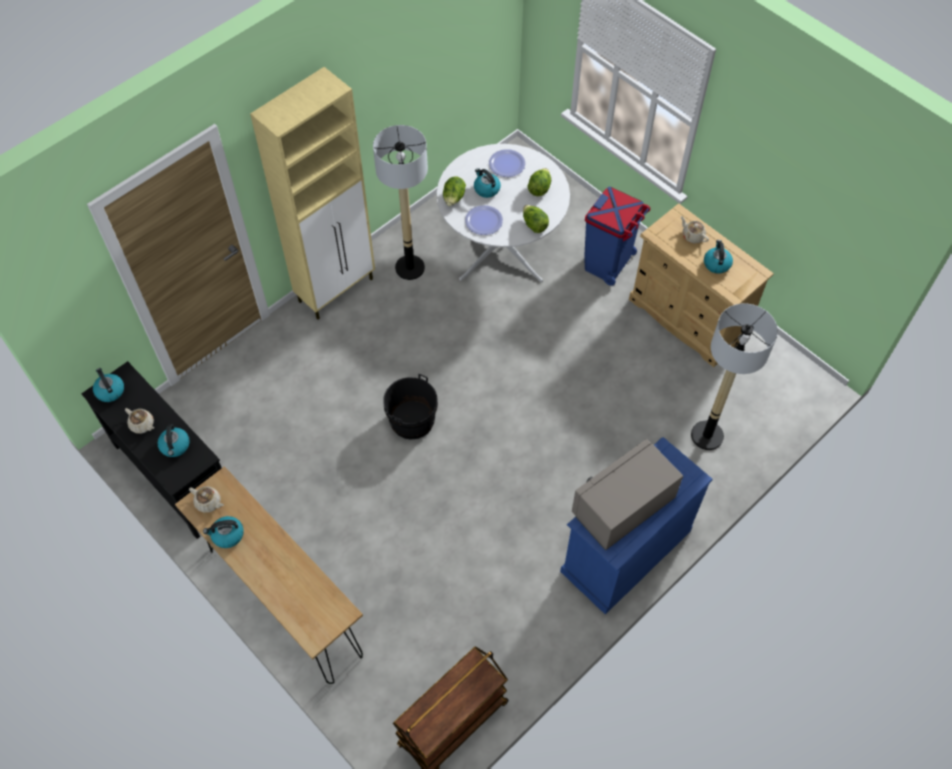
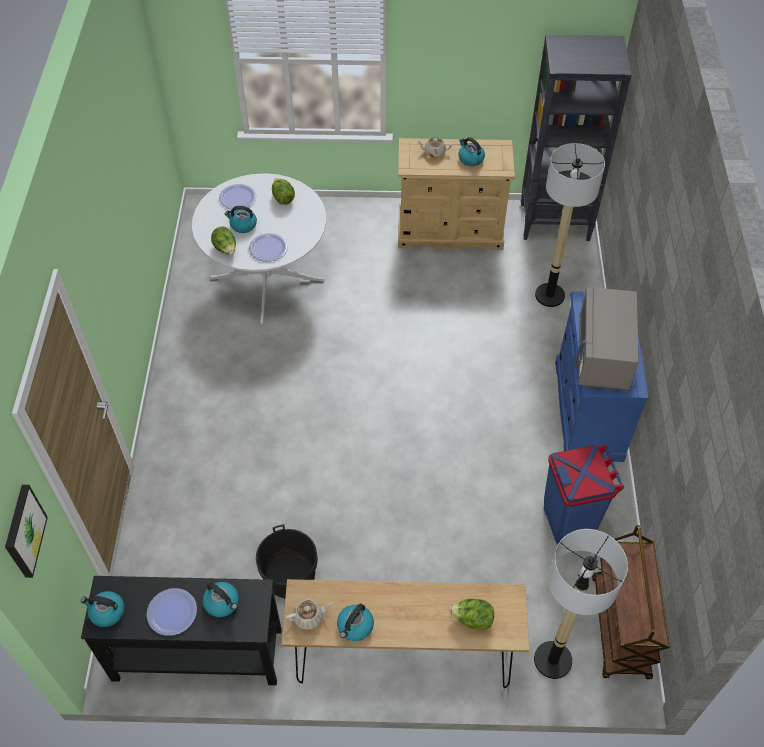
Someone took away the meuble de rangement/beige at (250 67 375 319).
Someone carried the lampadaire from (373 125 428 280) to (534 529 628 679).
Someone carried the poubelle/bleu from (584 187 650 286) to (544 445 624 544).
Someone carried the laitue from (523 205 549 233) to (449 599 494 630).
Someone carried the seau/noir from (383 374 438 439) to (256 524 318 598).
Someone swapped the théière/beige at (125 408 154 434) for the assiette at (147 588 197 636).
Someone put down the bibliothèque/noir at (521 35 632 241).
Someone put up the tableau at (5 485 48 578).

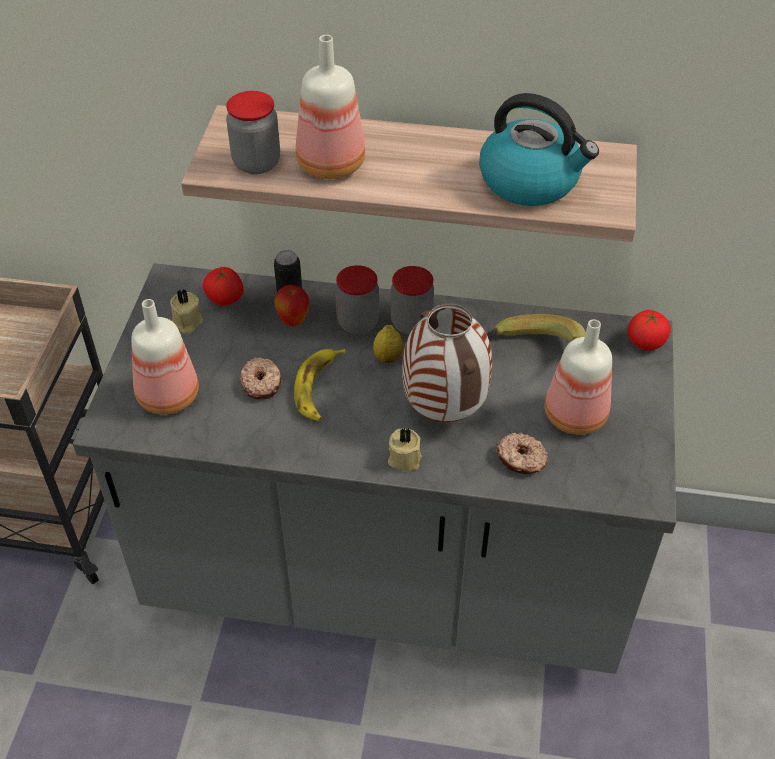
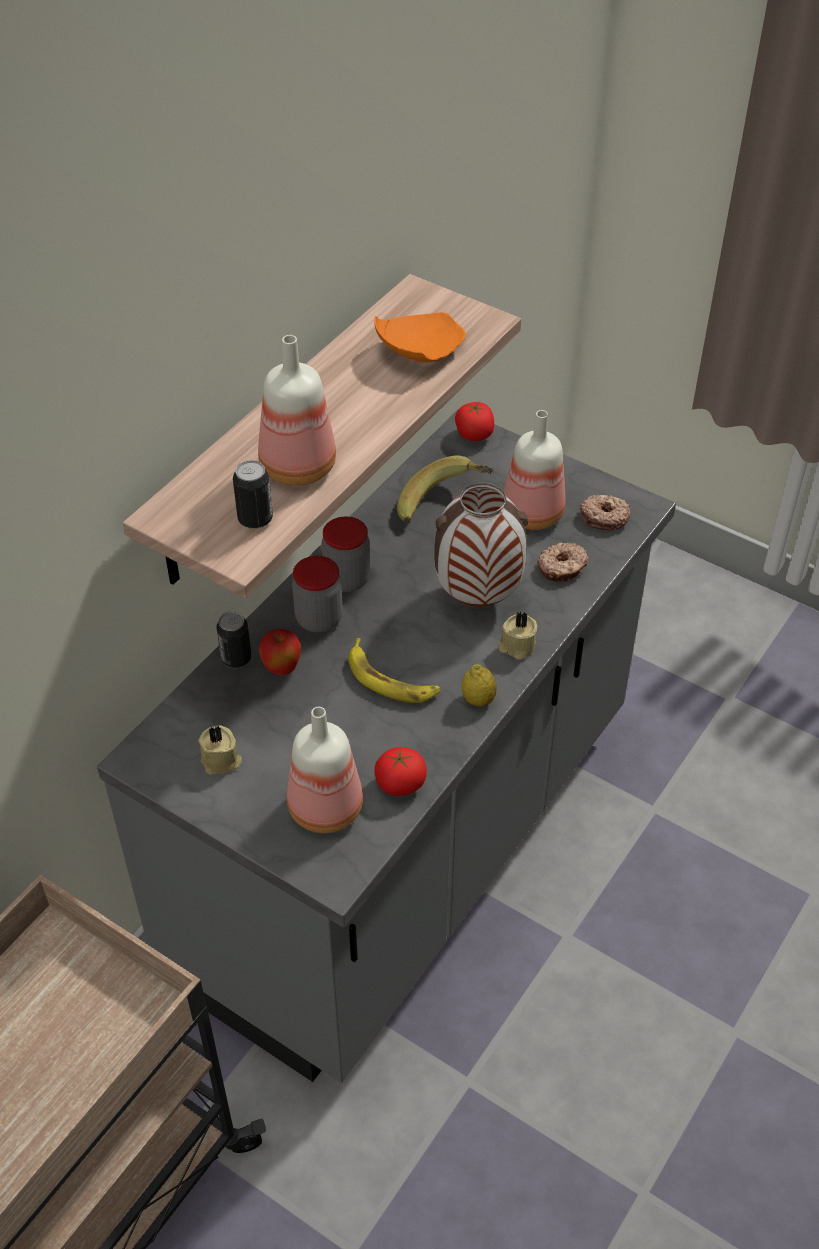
Someone swapped the bocal at (226 91 280 174) for the boîte métallique at (233 460 273 529).
Someone swapped the bouilloire at (479 93 599 206) for the assiette/orange at (374 312 466 363).
Someone carried the tomate from (203 267 244 306) to (374 747 427 796).
Someone carried the citron from (373 325 403 363) to (462 664 497 706).
Someone carried the beignet from (239 357 281 400) to (580 495 631 530).

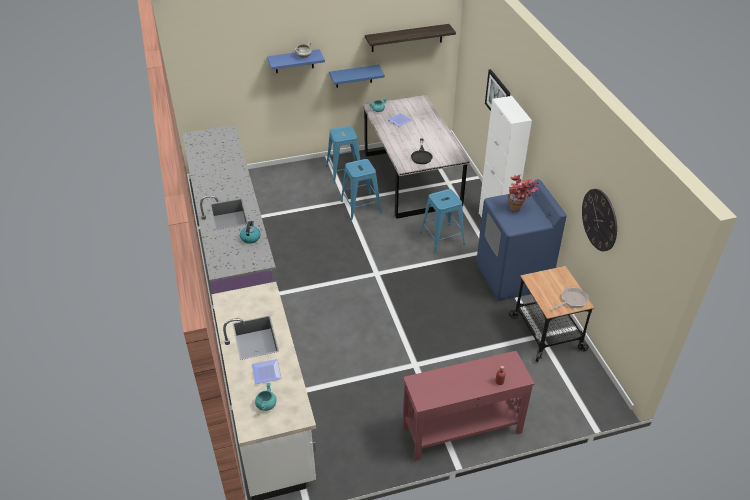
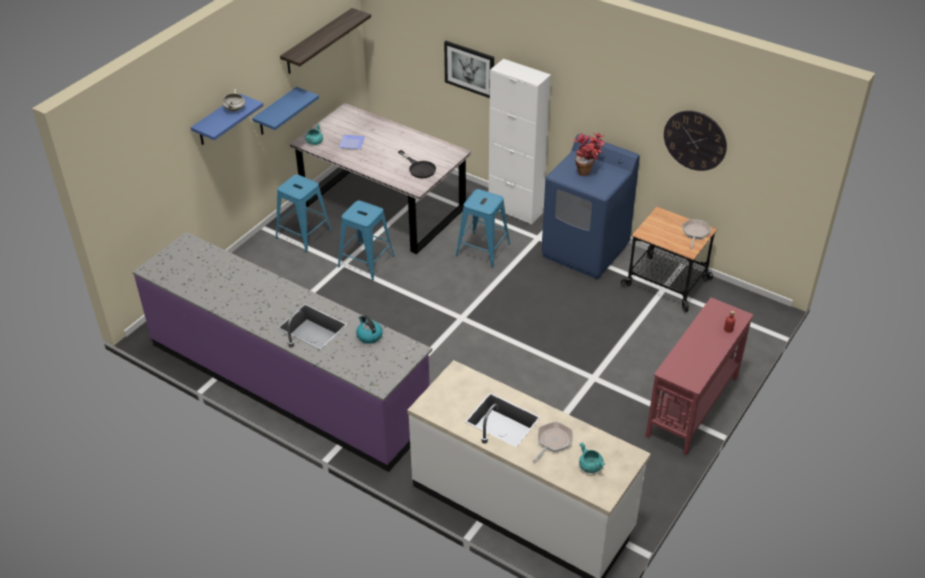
Someone swapped the assiette at (252 359 282 384) for the poêle at (533 422 573 463).

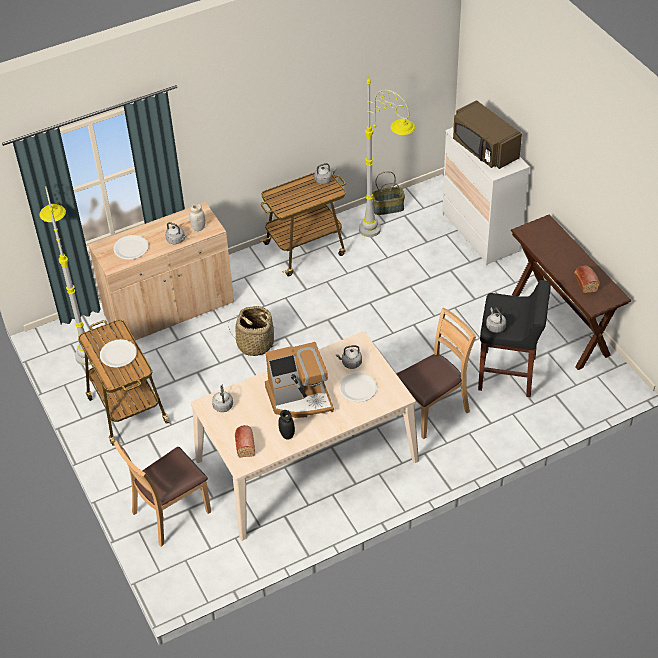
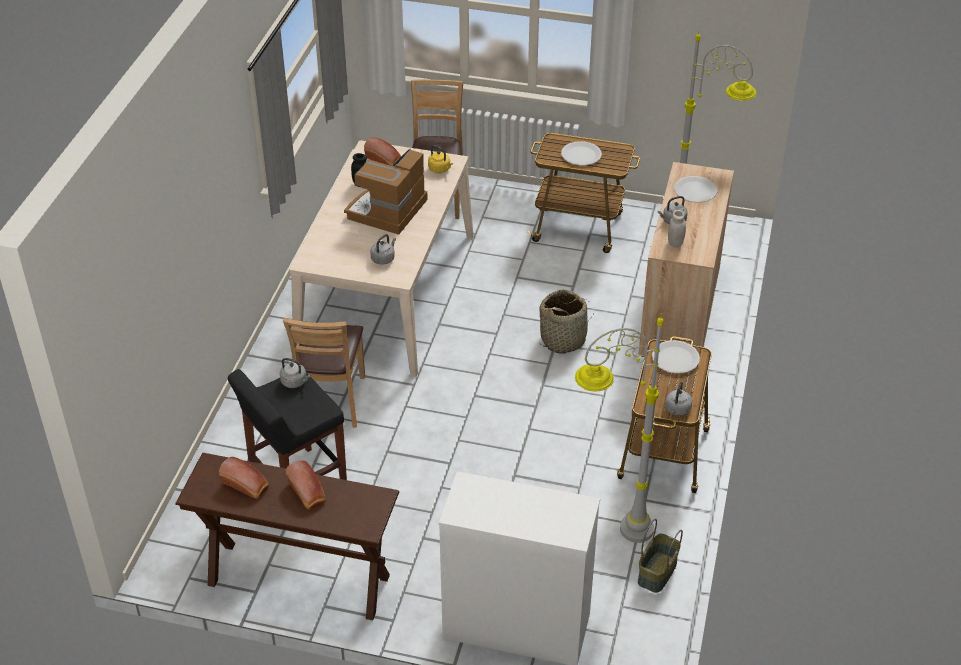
Someone took away the micro-ondes/marron at (453 100 522 169).
Someone carried the assiette/blanc from (339 372 377 402) to (652 340 700 374).
Someone repainted the bouilloire/gris at (212 385 233 412), which became the bouilloire/jaune at (428 146 453 173).
Someone put down the pain at (286 461 326 509).

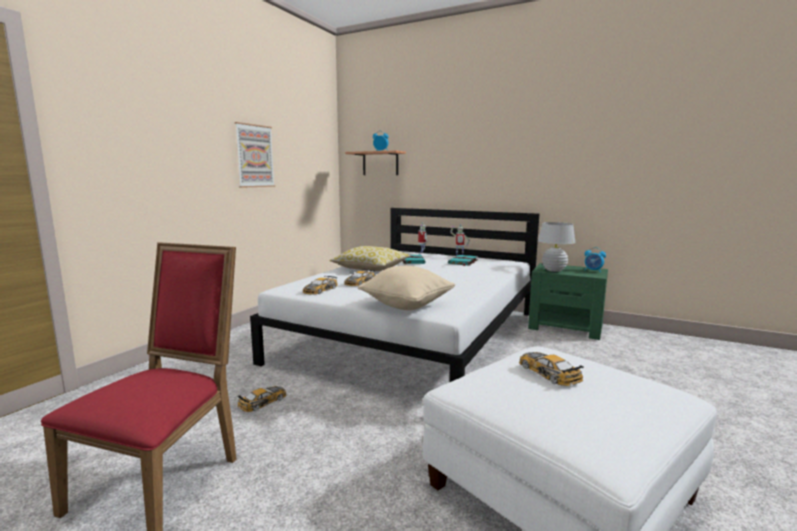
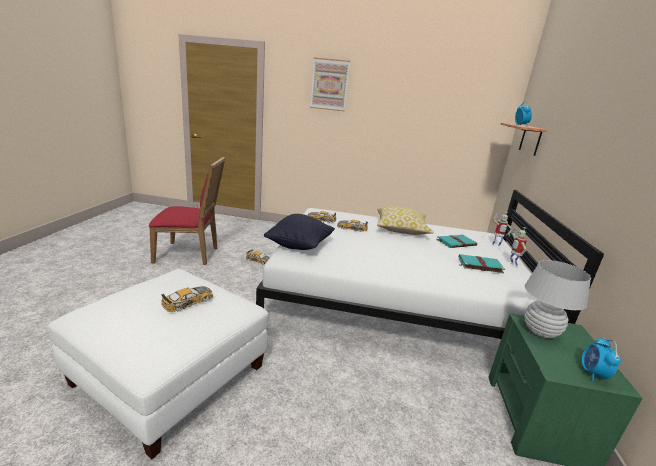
Someone carried the tableau from (235 122 275 188) to (310 58 350 111).
Someone repainted the coussin/beige at (358 266 455 310), which became the coussin/noir at (264 214 335 250).

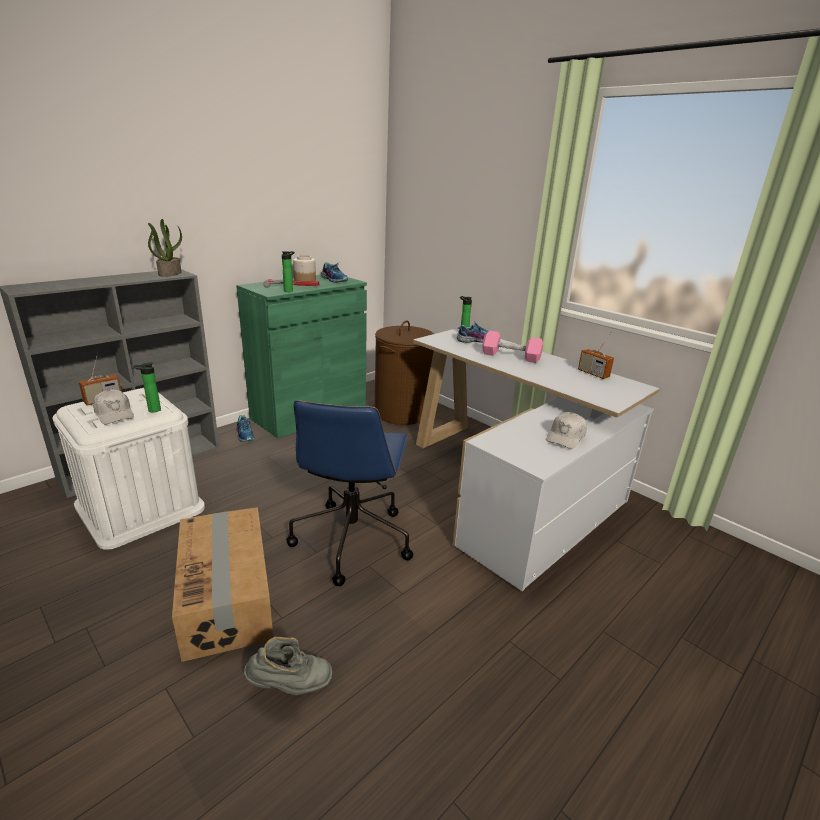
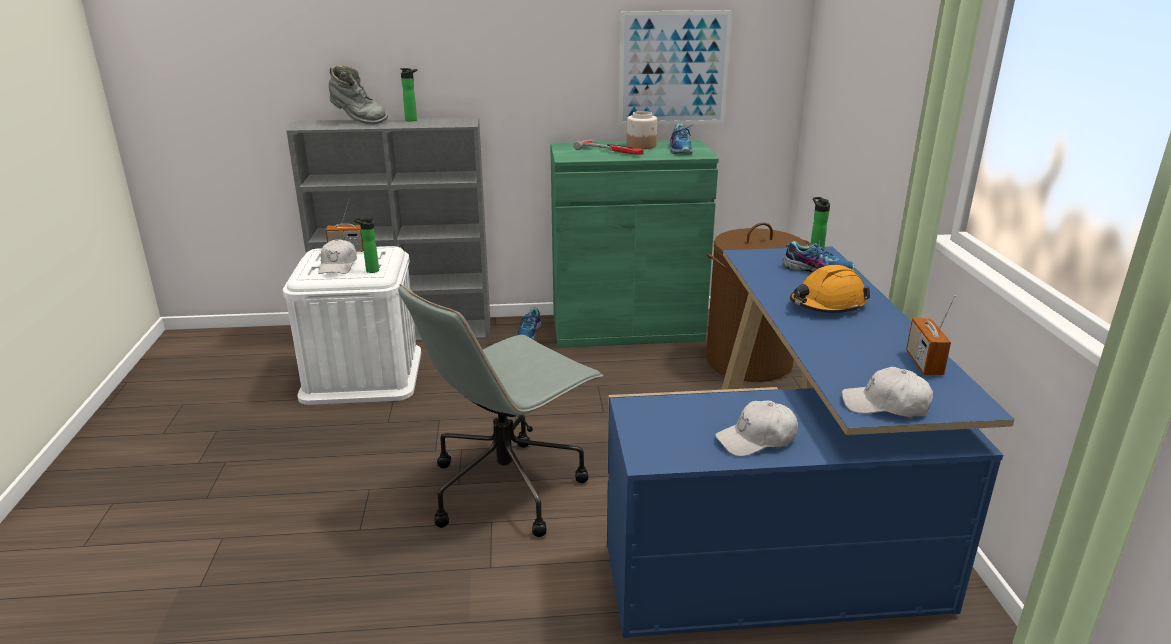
Someone took away the plante en pot at (148 219 182 277).
Someone carried the bouteille from (282 251 295 292) to (400 68 418 122).
Someone repainted the bureau/blanc at (413 328 660 591), which became the bureau/bleu at (606 247 1015 638).
Someone swapped the haltère/rose at (482 331 543 363) for the casque de chantier/orange at (790 265 870 313).
Someone repainted the chaise de bureau/bleu at (286 400 413 586), which became the chaise de bureau/gris at (398 284 603 537).
Someone took away the carton at (172 507 273 662).
Someone carried the botte/gris from (244 637 332 695) to (329 65 388 125).
Someone put up the tableau at (619 10 732 125).
Someone put down the casquette/blanc at (842 367 933 417).

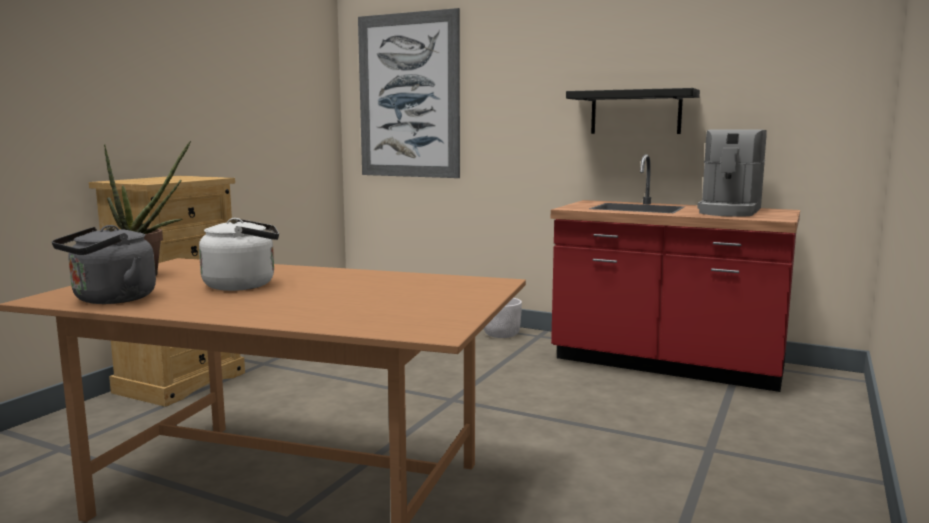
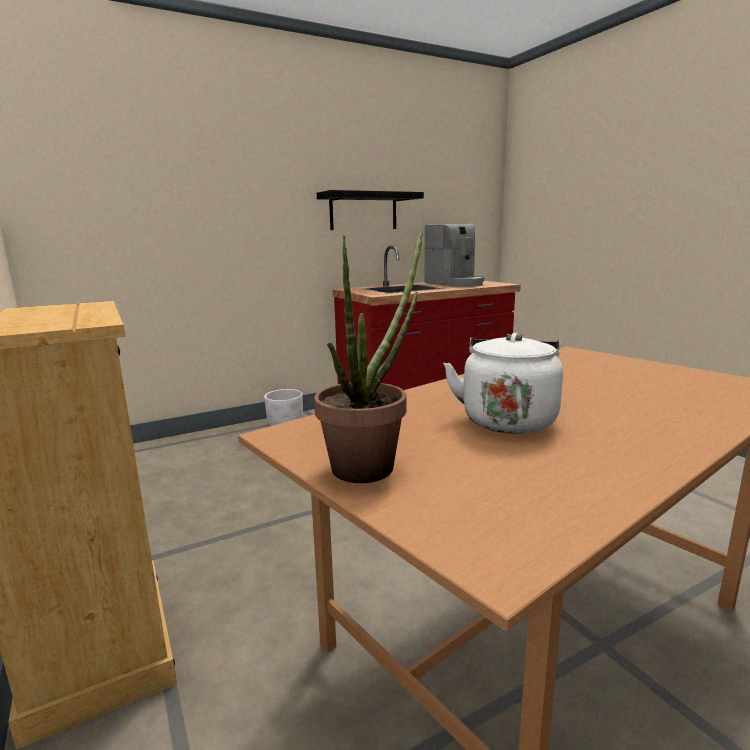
Someone took away the tableau at (358 8 460 178).
Someone took away the bouilloire/gris at (52 225 156 304).

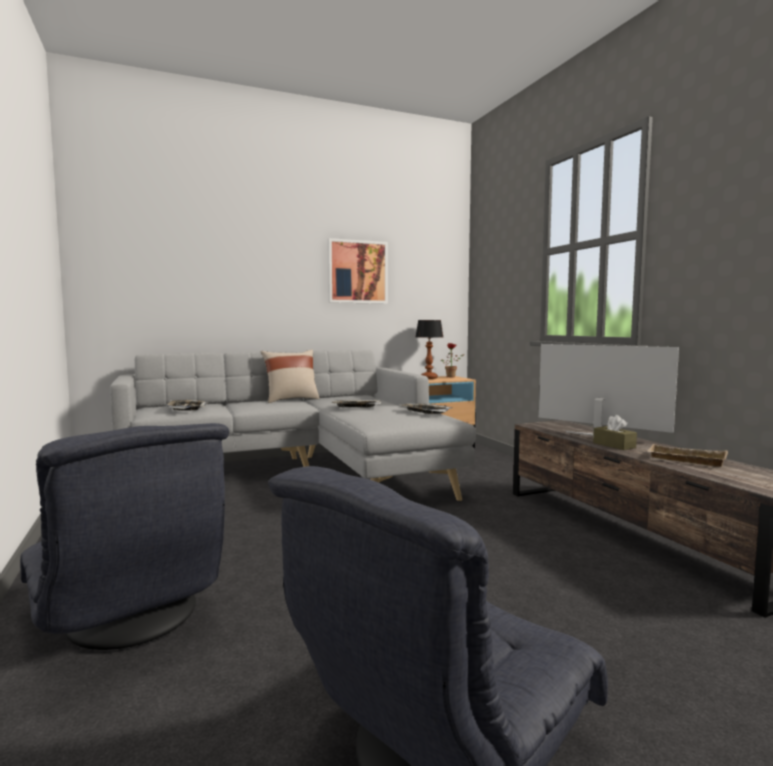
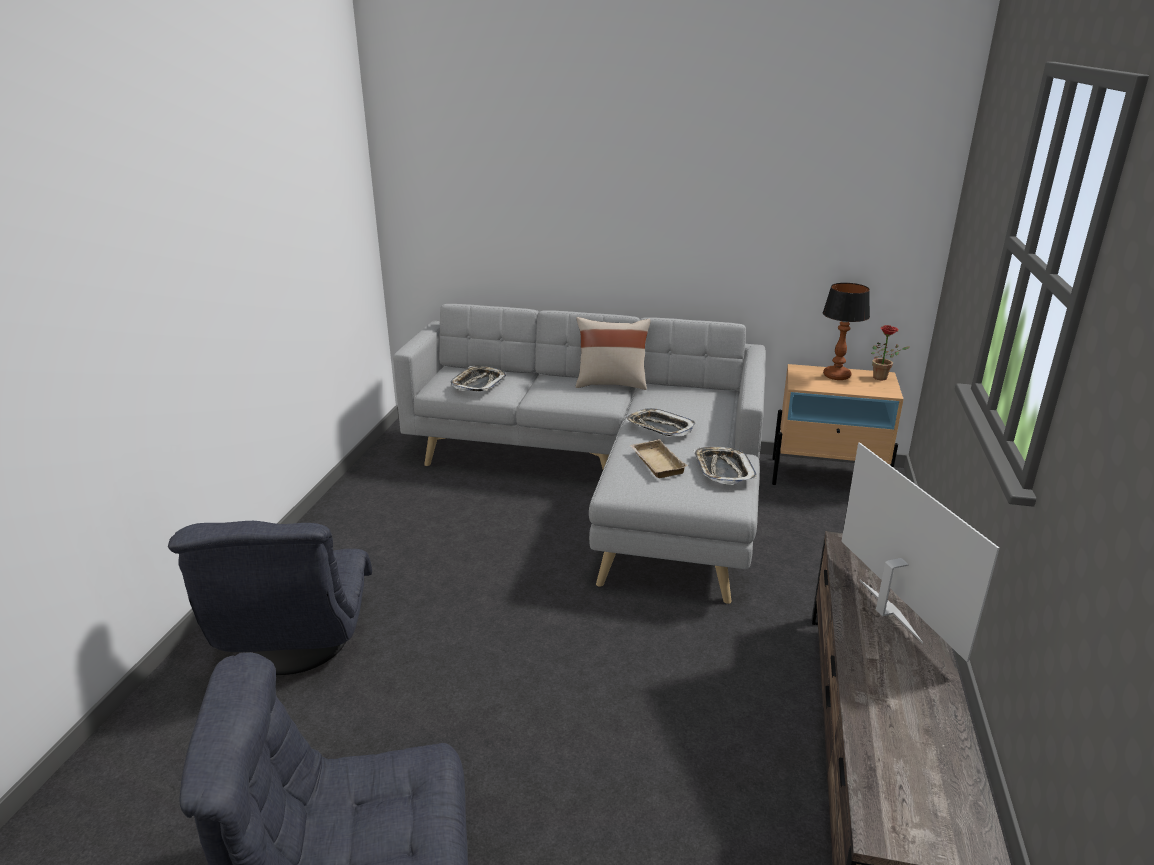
Someone took away the tableau at (328 238 388 304).
Someone took away the boîte à mouchoirs/marron at (593 415 637 450).
Someone carried the plateau/beige from (647 444 728 467) to (630 439 688 478).

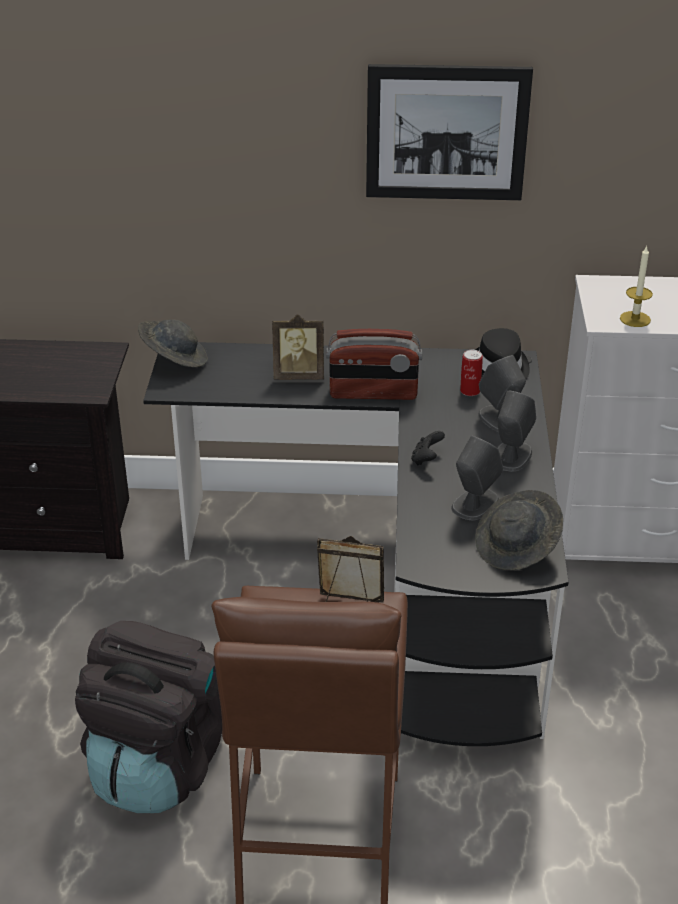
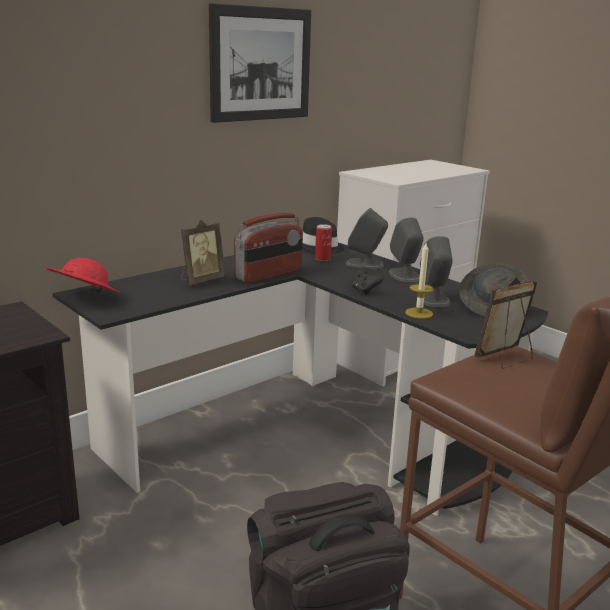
Someone carried the bougie from (620 246 653 327) to (405 243 434 319).
Someone repainted the chapeau/gris at (138 320 208 367), which became the chapeau/rouge at (47 258 120 293).

